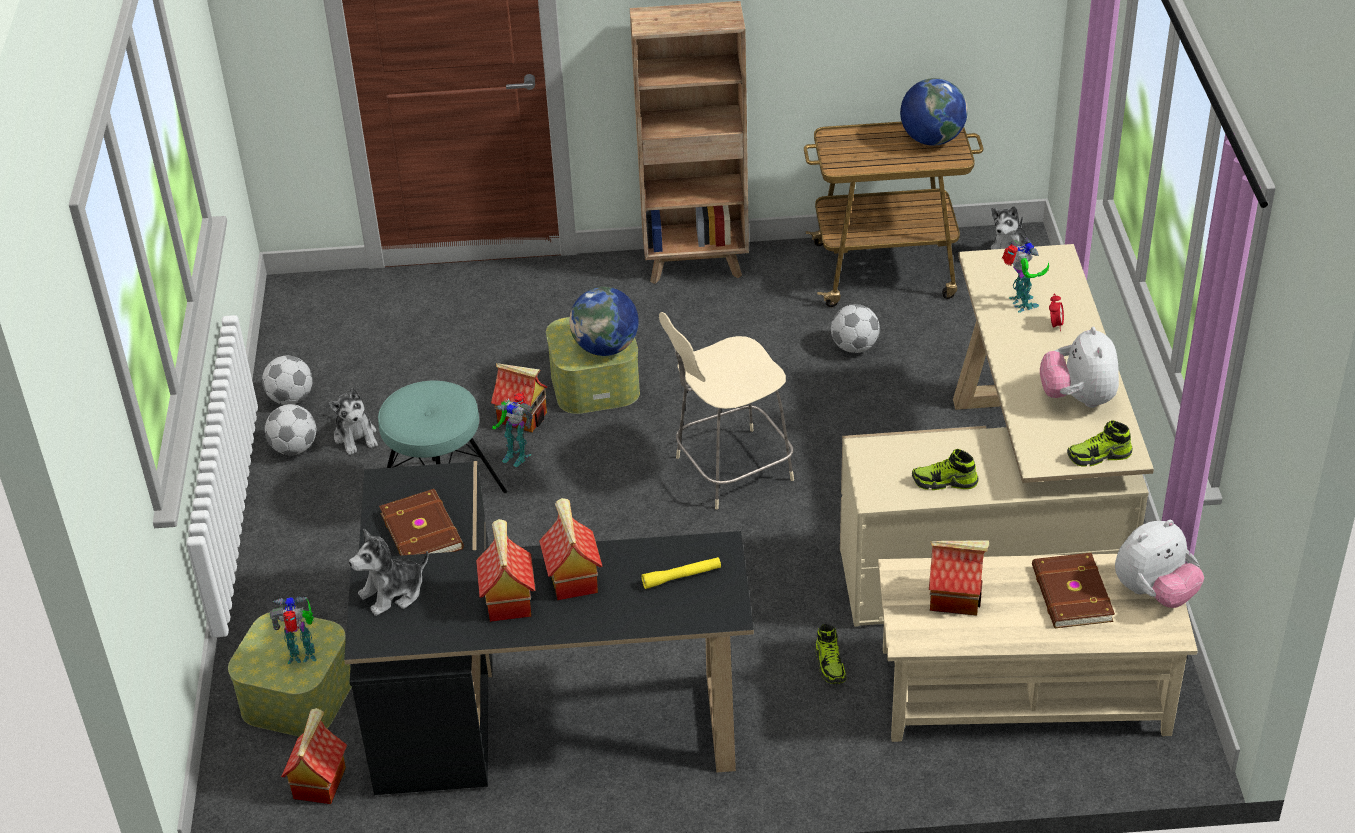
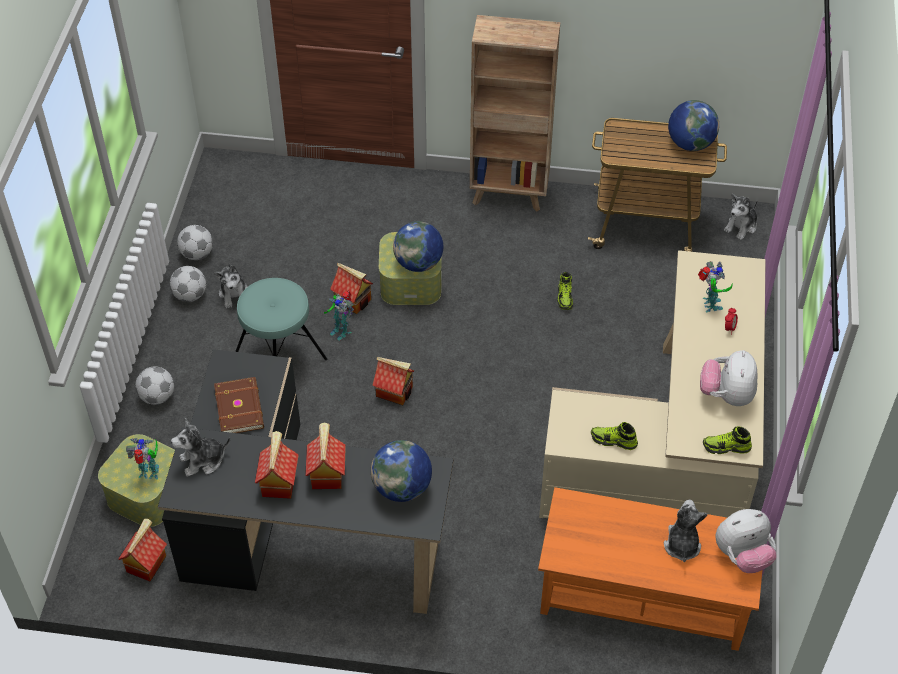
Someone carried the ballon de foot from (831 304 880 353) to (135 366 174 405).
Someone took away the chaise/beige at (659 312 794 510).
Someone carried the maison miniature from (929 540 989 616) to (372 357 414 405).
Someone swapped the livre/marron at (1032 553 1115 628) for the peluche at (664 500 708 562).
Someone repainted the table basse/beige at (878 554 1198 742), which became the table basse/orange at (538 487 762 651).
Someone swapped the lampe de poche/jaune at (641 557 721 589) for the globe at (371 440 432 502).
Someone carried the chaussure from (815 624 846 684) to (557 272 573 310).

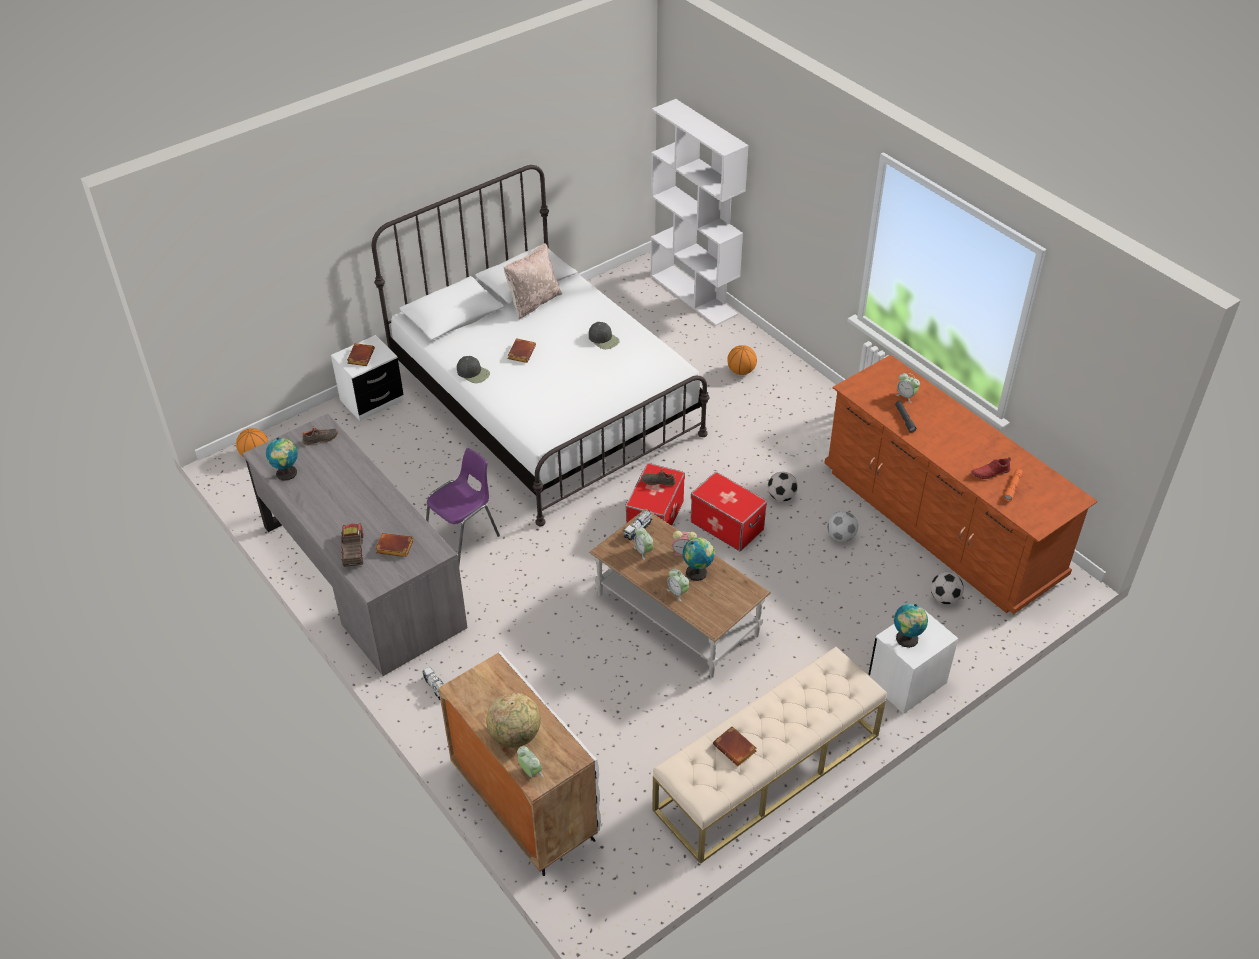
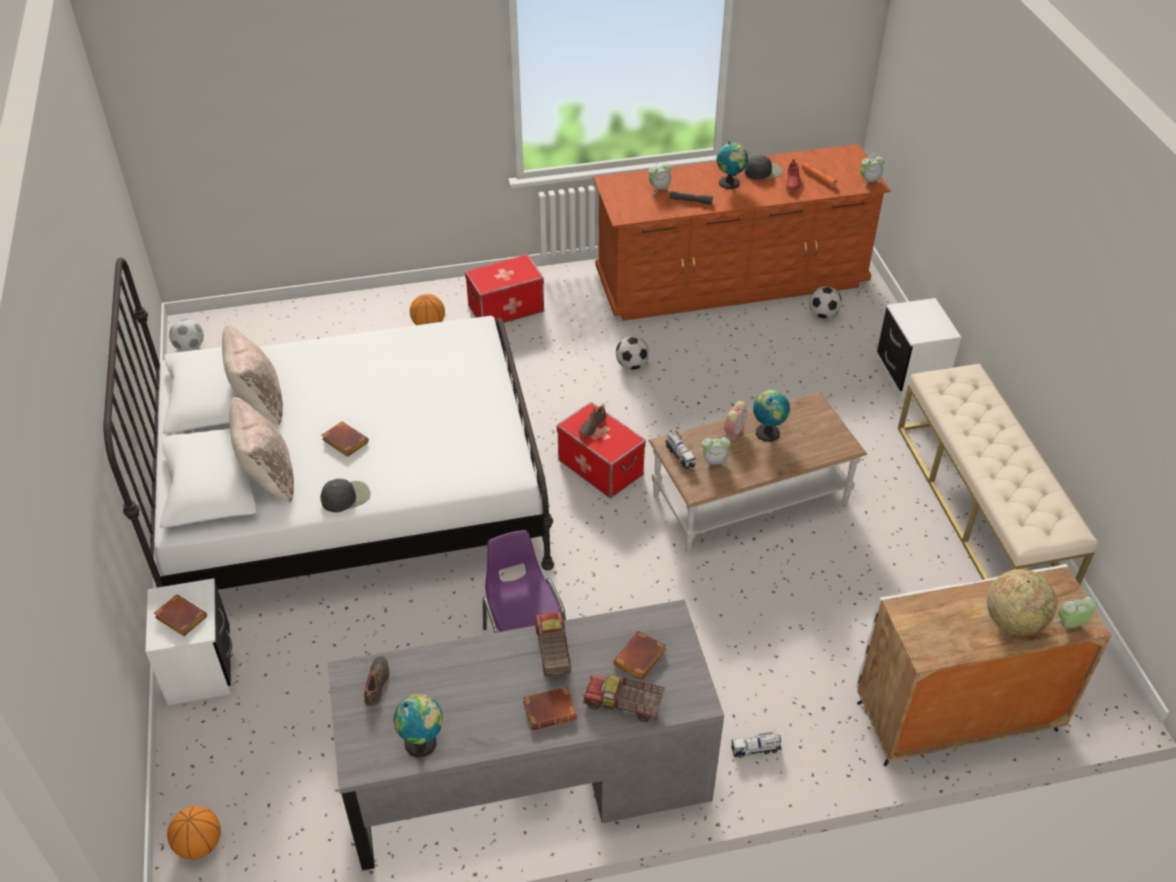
Someone took away the bibliothèque/blanc at (651 99 749 326).
Someone carried the casquette/noir from (589 322 620 349) to (745 155 783 180).
Someone carried the boîte de rangement from (690 472 767 552) to (465 254 544 323).
Someone carried the ballon de foot from (827 511 858 542) to (169 319 204 352).
Someone carried the réveil from (667 569 689 601) to (860 154 885 186).
Someone carried the globe from (894 603 928 648) to (717 142 748 189).
Someone carried the livre/marron from (713 726 756 766) to (523 686 577 730).
Someone put down the coussin/beige at (229 397 294 503).
Someone put down the camion jouet at (535 611 571 677).

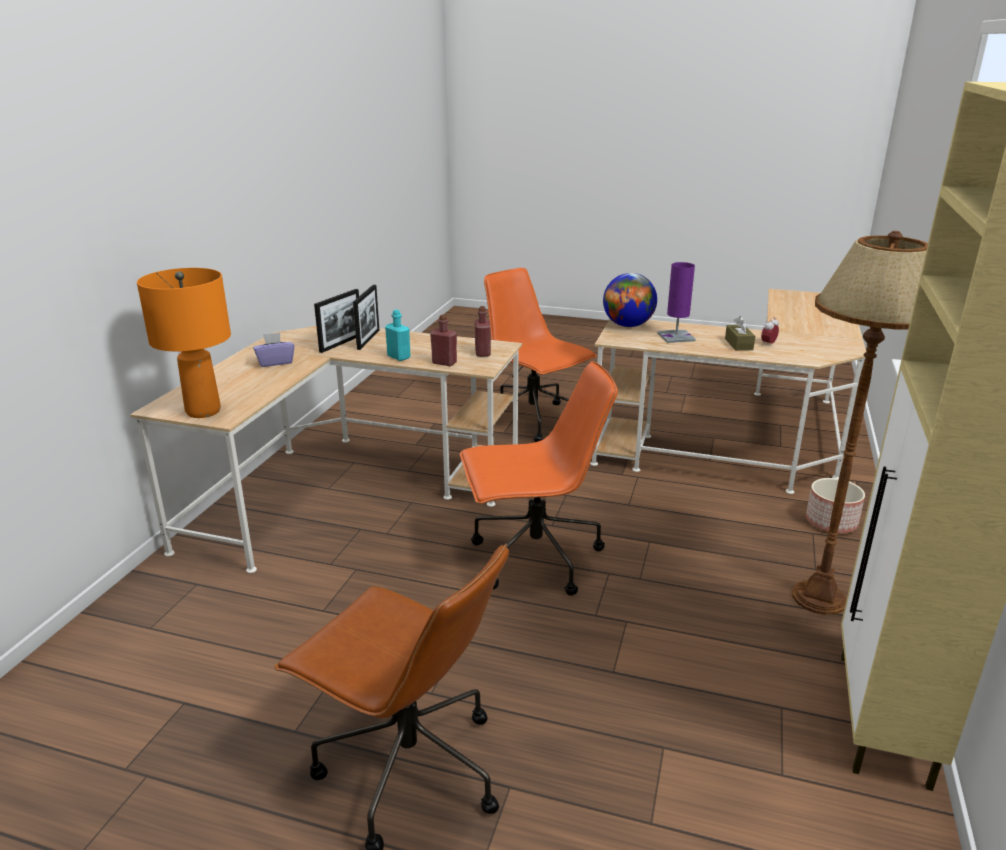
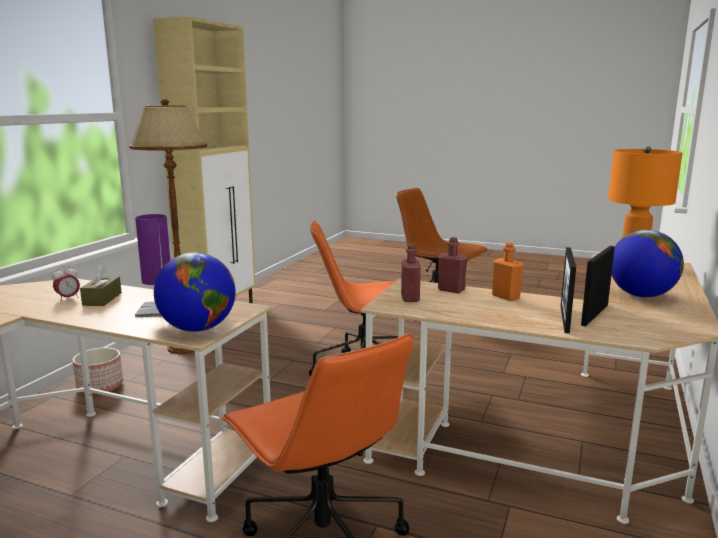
Someone repainted the bouteille/turquoise at (385 309 411 361), which became the bouteille/orange at (492 242 523 301).
Someone swapped the boîte à mouchoirs/violet at (253 332 295 367) for the globe at (612 230 684 297).

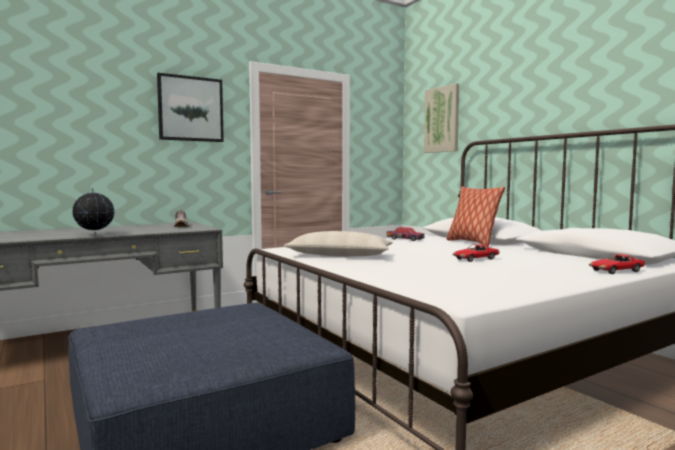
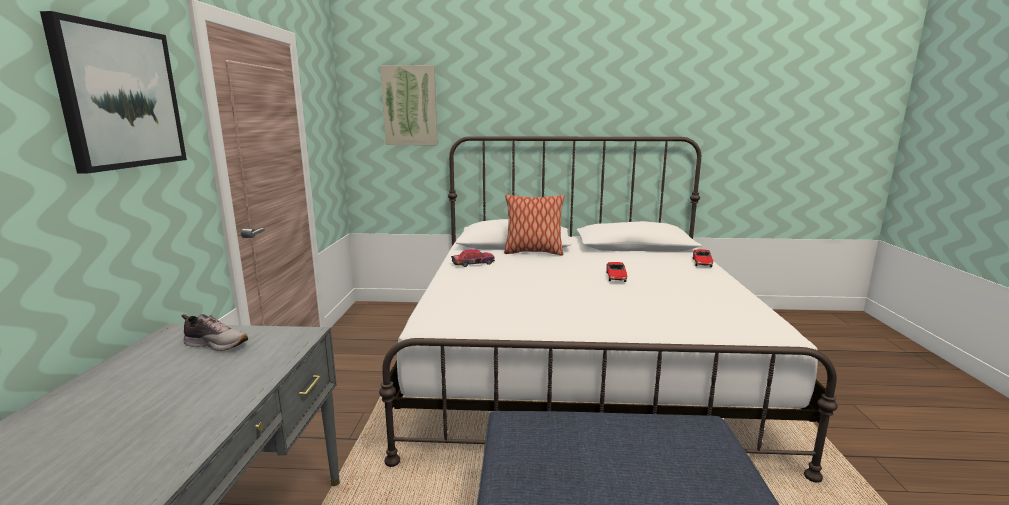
Someone took away the globe at (72 188 114 236).
Someone took away the coussin/beige at (283 231 393 257).

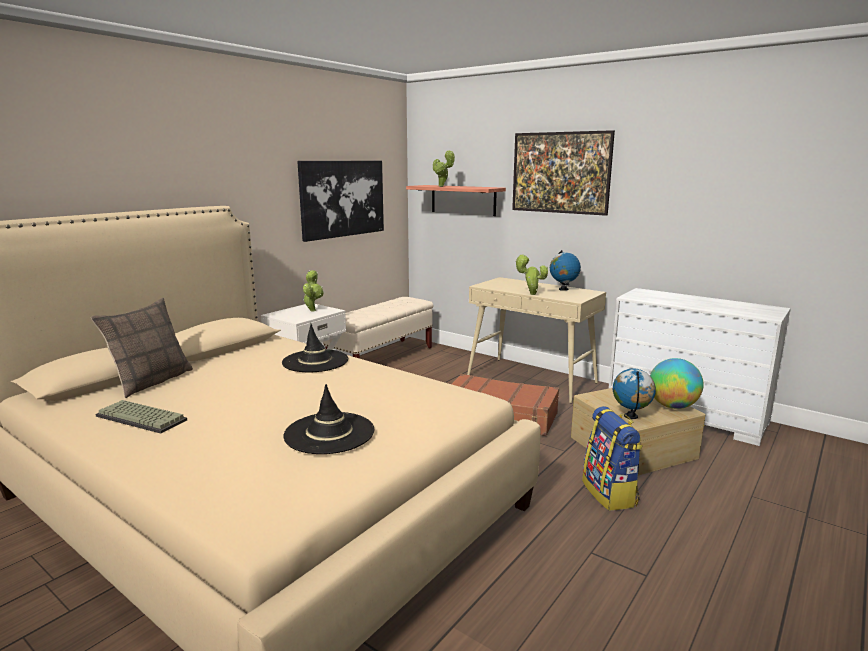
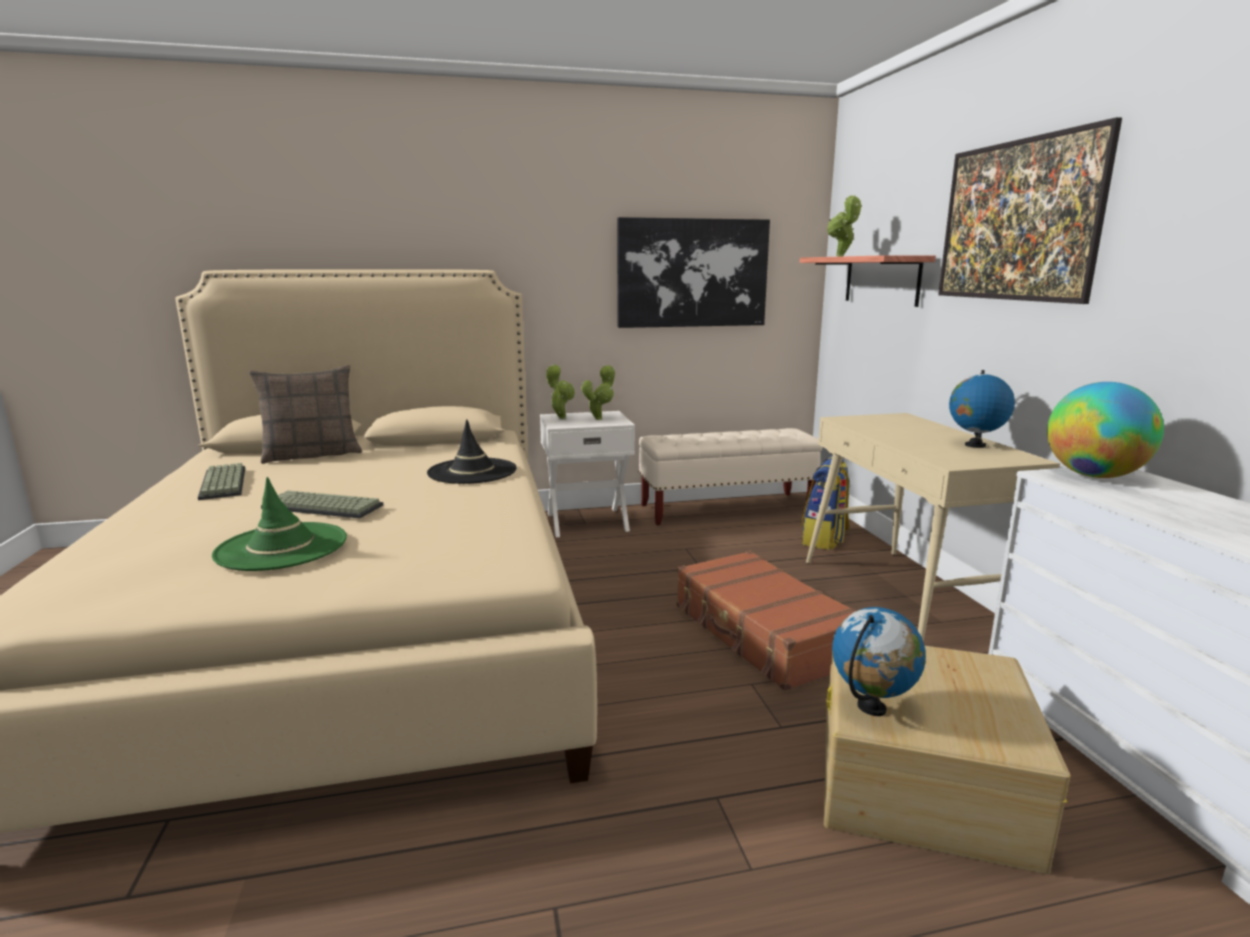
Someone carried the plante en pot from (515 254 548 295) to (546 364 575 419).
Someone carried the globe from (650 358 704 409) to (1047 382 1164 478).
Someone repainted the chapeau/noir at (283 384 374 454), which became the chapeau/vert at (212 477 347 571).
Someone carried the sac à dos from (582 406 643 511) to (802 456 849 550).
Someone put down the clavier at (261 491 383 518).

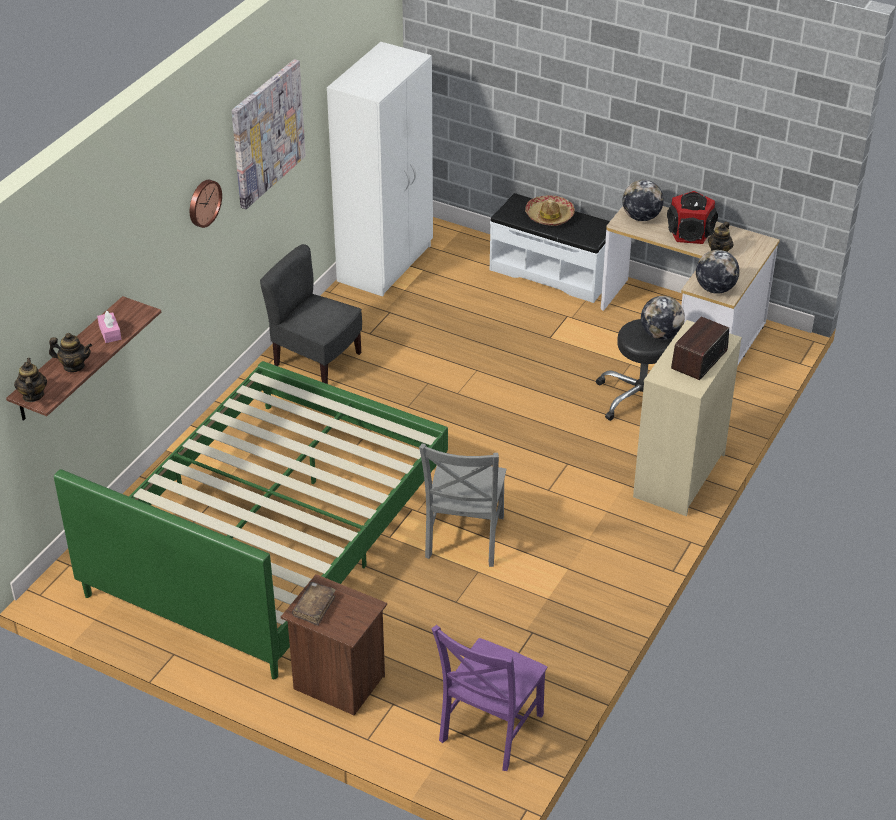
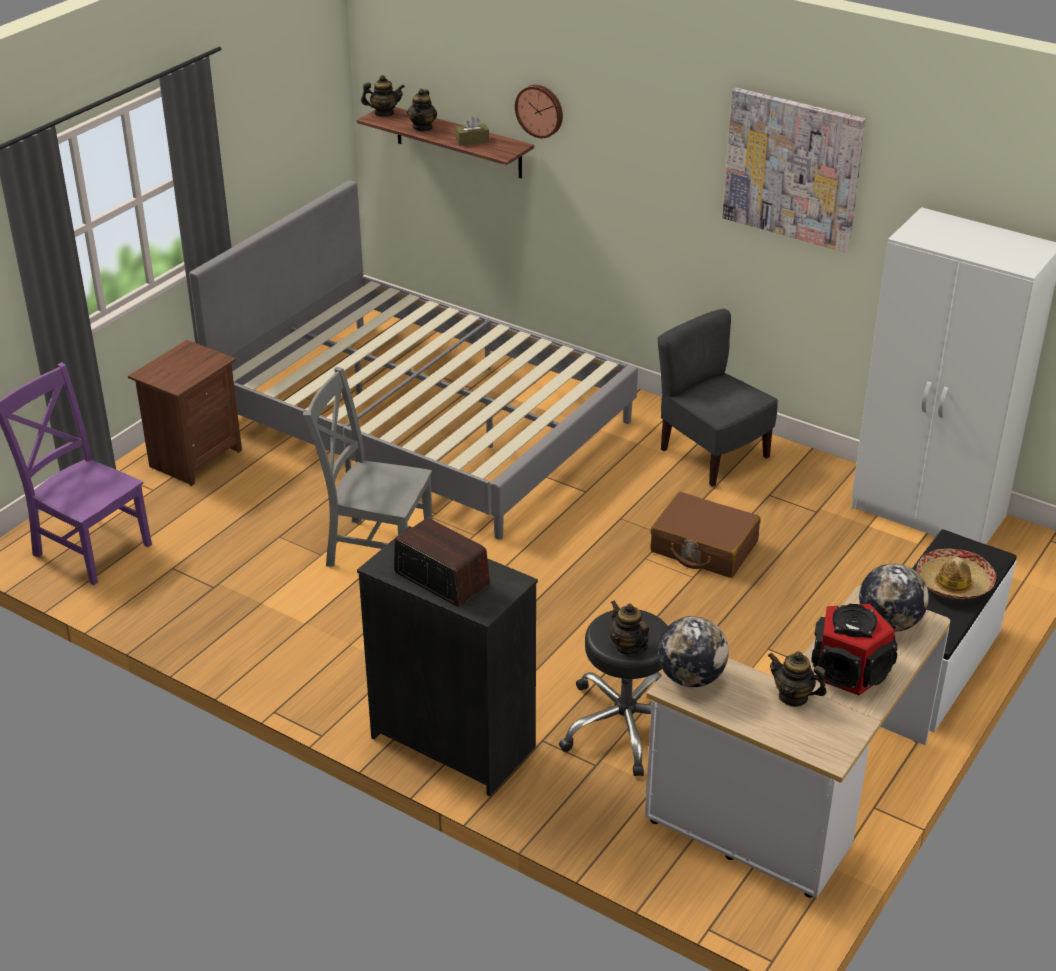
Someone carried the horloge murale from (190 180 222 228) to (515 85 563 138).
Someone rotated the chaise/gris at (260 244 362 384) by 75 degrees counterclockwise.
Someone swapped the globe at (641 296 685 340) for the théière at (610 600 649 655).
Someone repainted the boîte à mouchoirs/rose at (97 311 121 343), which became the boîte à mouchoirs/marron at (455 116 489 145).
Someone repainted the commode/beige at (633 320 742 516), which became the commode/noir at (357 526 538 797).
Someone repainted the lit/vert at (54 361 448 679), which became the lit/gris at (189 180 638 540).
Someone took away the livre/marron at (292 582 336 626).
Someone put down the valise/marron at (650 492 760 578).

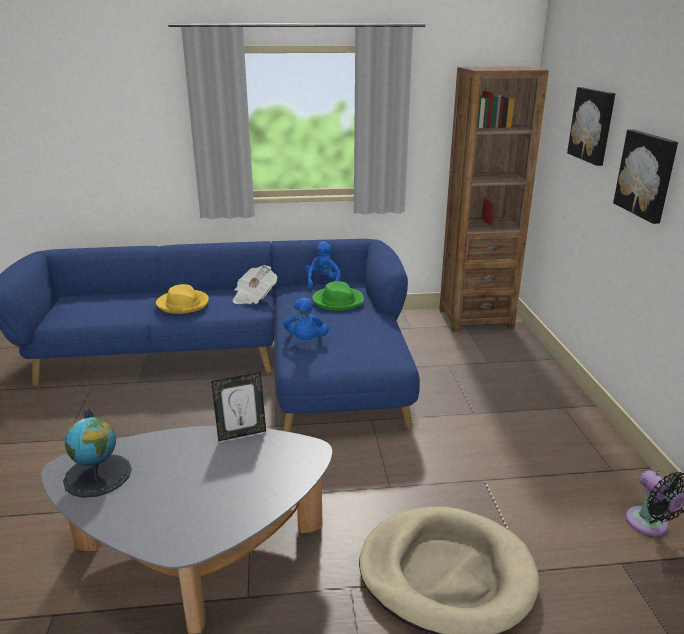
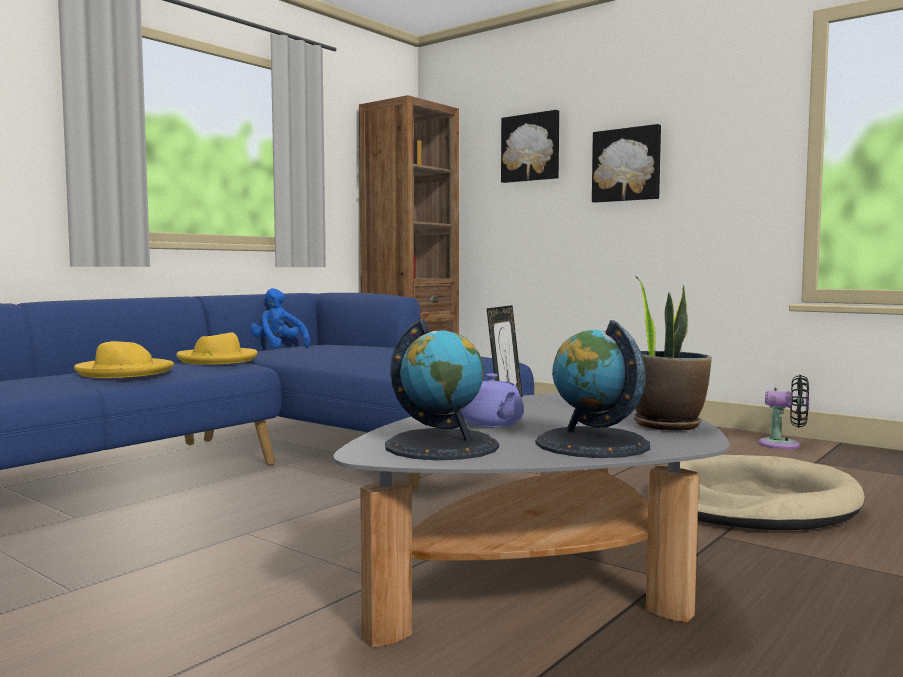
Someone swapped the journal at (232 265 277 304) for the chapeau/jaune at (176 332 258 364).
Someone took away the chapeau/vert at (312 281 364 311).
Someone took away the peluche/bleu at (283 298 329 340).
Someone put down the plante en pot at (633 276 712 431).
Someone put down the globe at (536 320 650 458).
Someone put down the théière/violet at (460 373 524 427).

